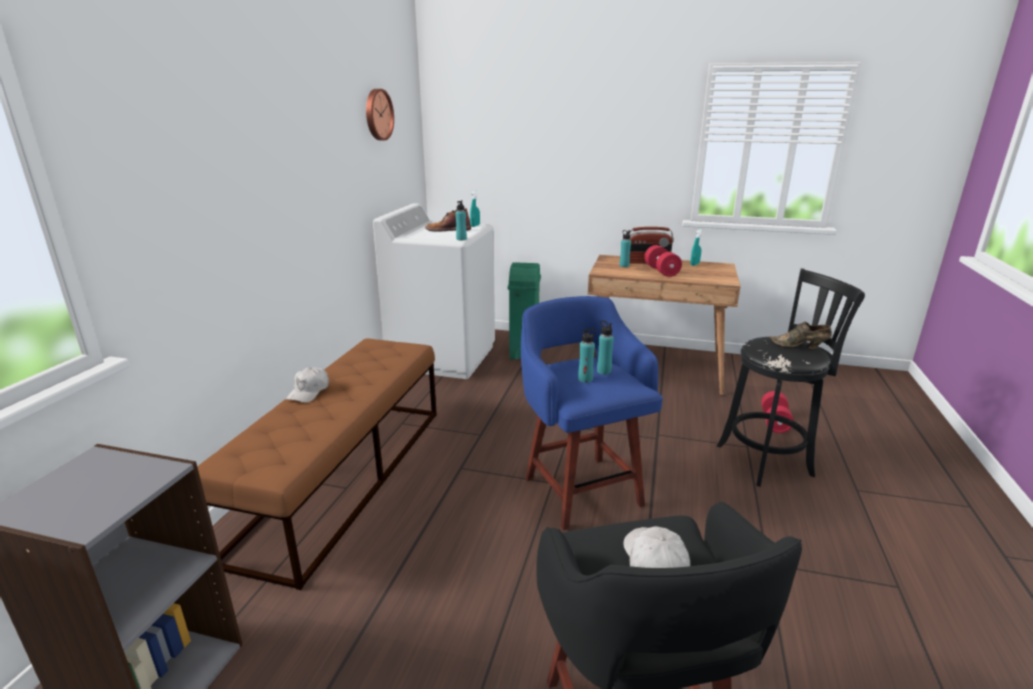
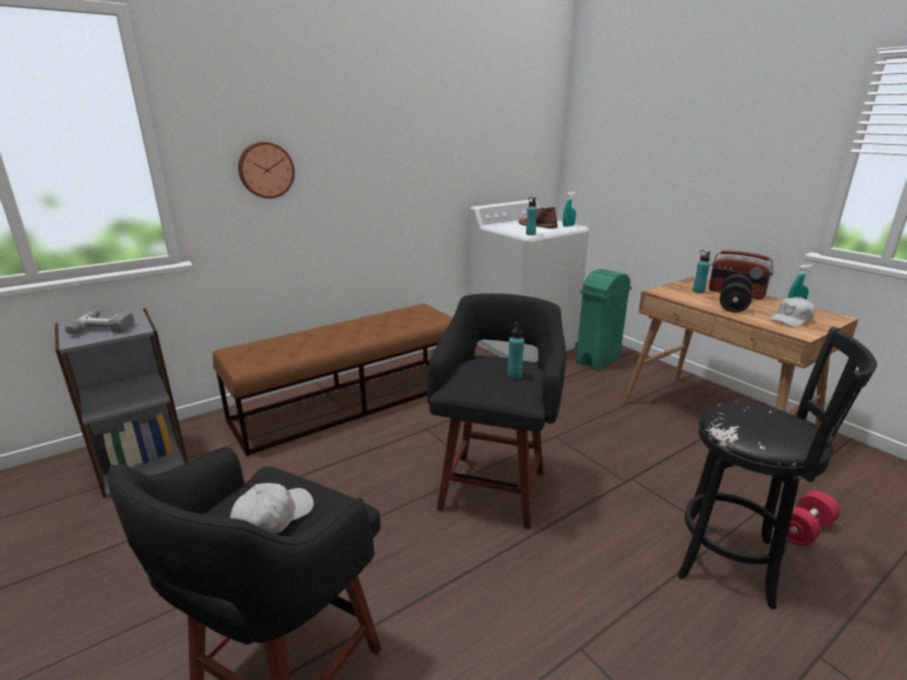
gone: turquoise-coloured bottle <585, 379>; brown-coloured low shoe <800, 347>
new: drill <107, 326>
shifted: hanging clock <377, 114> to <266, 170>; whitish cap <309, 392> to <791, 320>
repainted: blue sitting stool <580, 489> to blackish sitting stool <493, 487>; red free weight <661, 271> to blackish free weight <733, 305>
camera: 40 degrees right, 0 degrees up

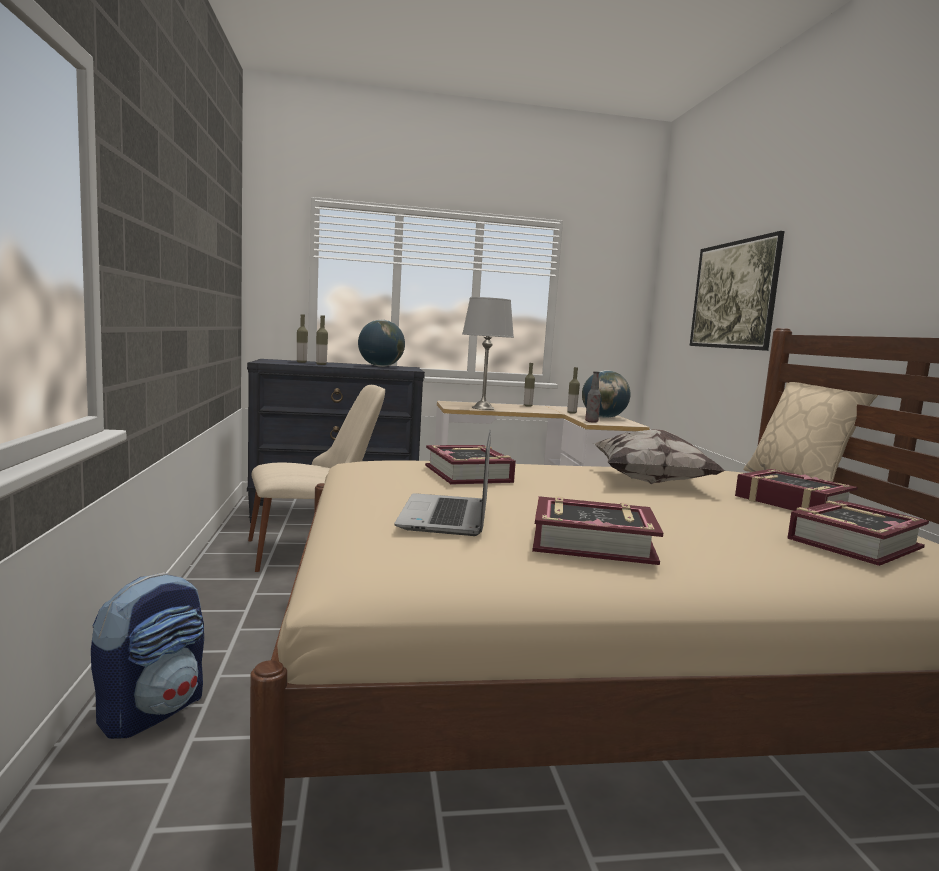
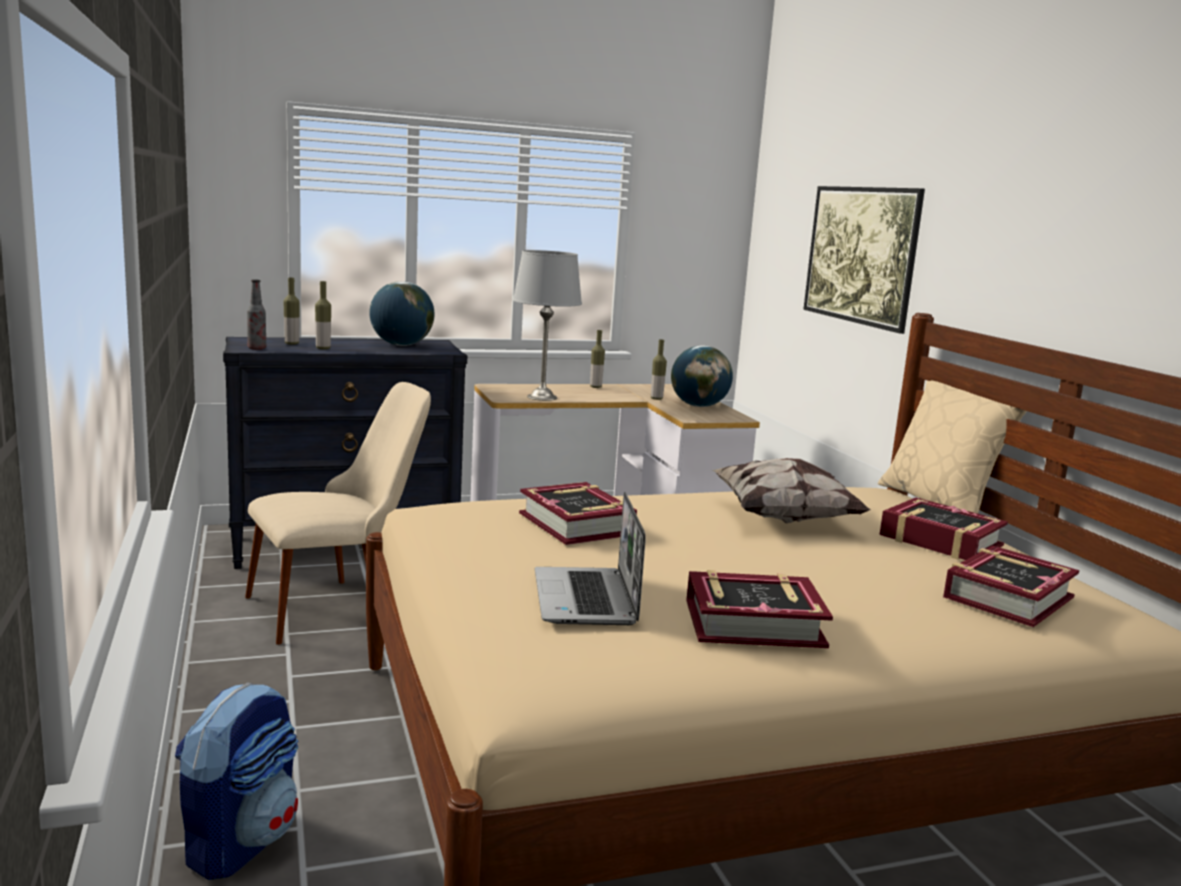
shifted: bottle <591, 421> to <257, 348>
camera: 10 degrees left, 5 degrees up

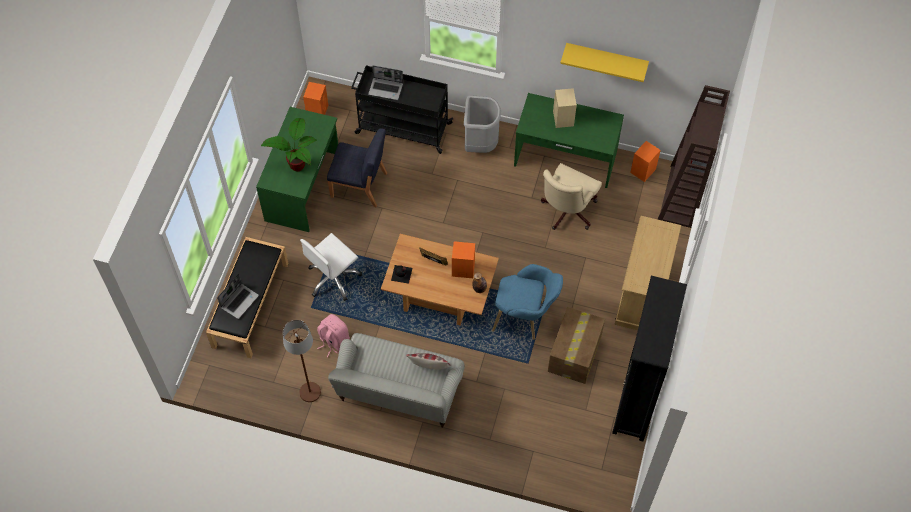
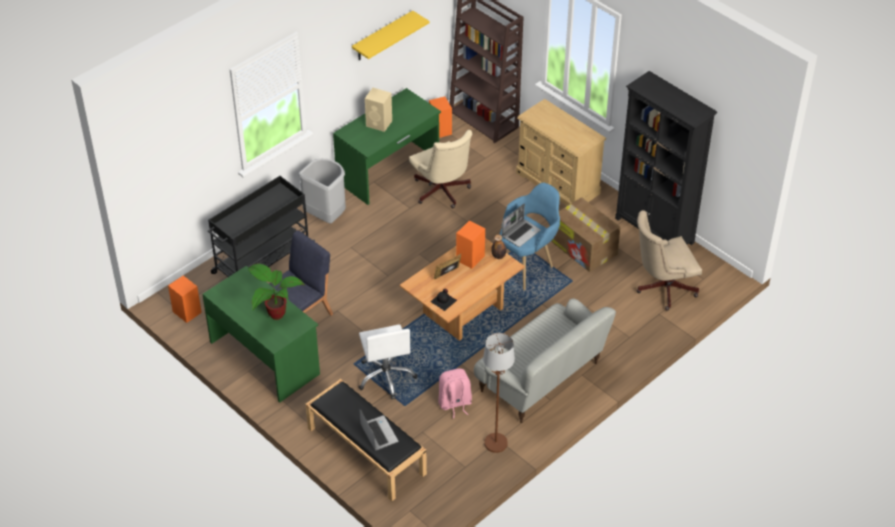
gone: cushion <429, 367>
new: beige-coloured computer chair <662, 288>
shifted: portable computer <386, 89> to <521, 233>
camera: 60 degrees left, 15 degrees down

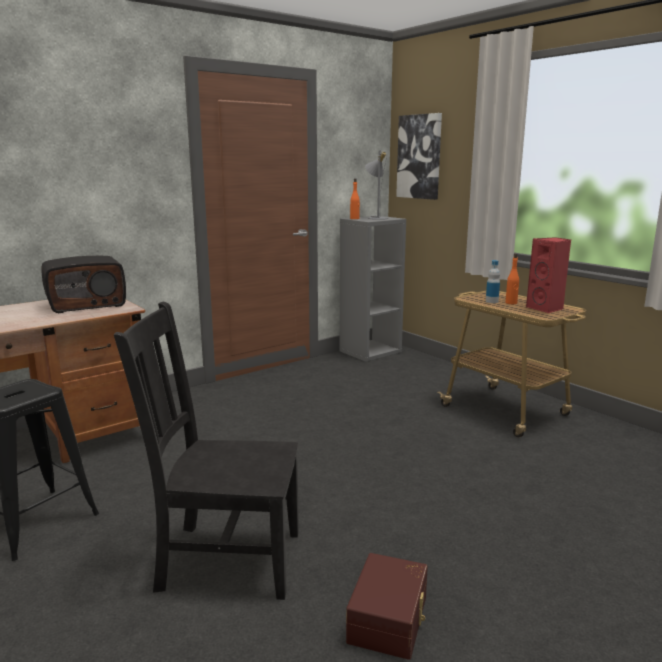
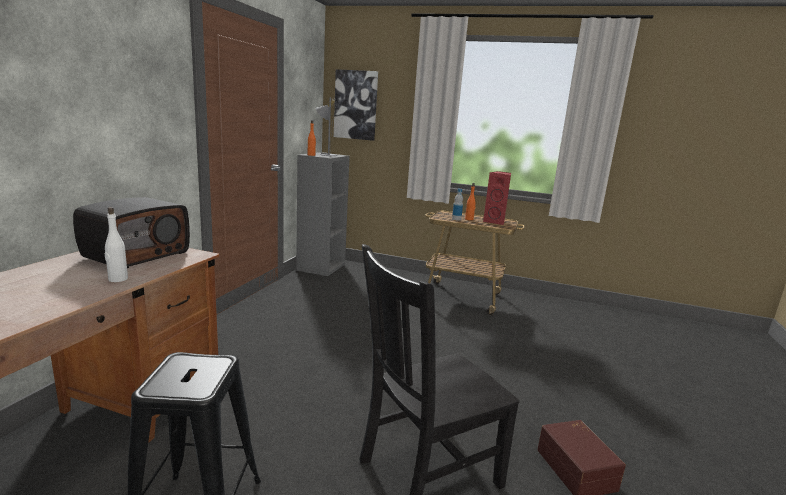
new: whitish bottle <117, 279>
camera: 35 degrees left, 0 degrees up

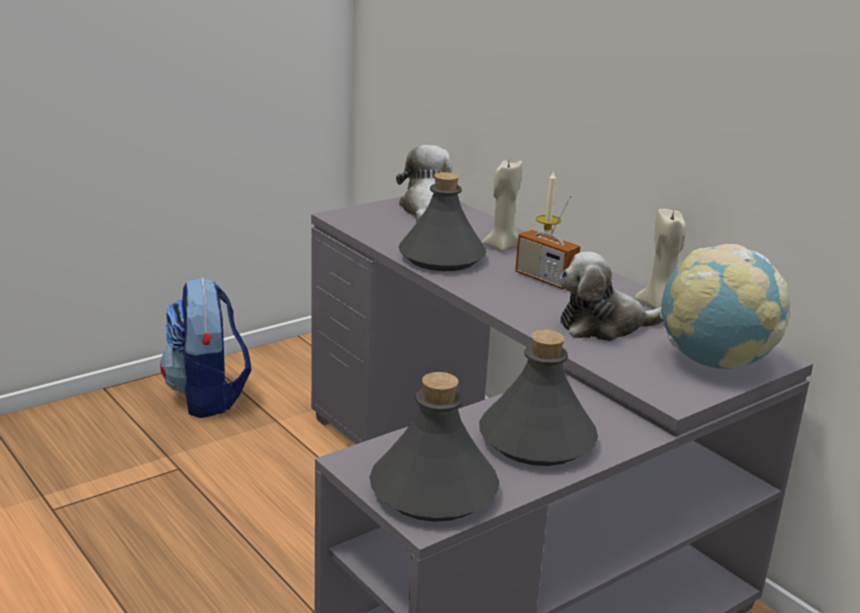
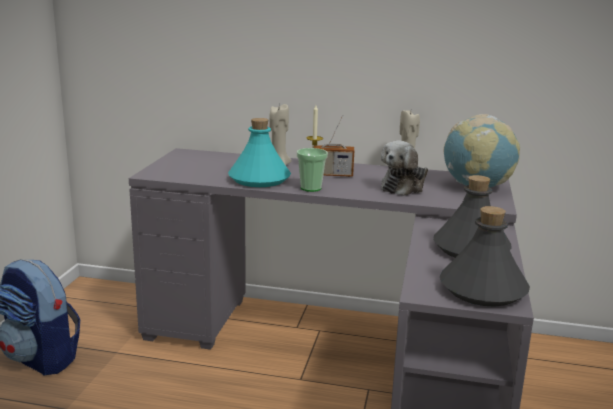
gone: cuddly toy <425, 209>
new: drinking cup <311, 188>
repainted: gray bottle <442, 258> to turquoise-coloured bottle <259, 179>
camera: 40 degrees left, 5 degrees down

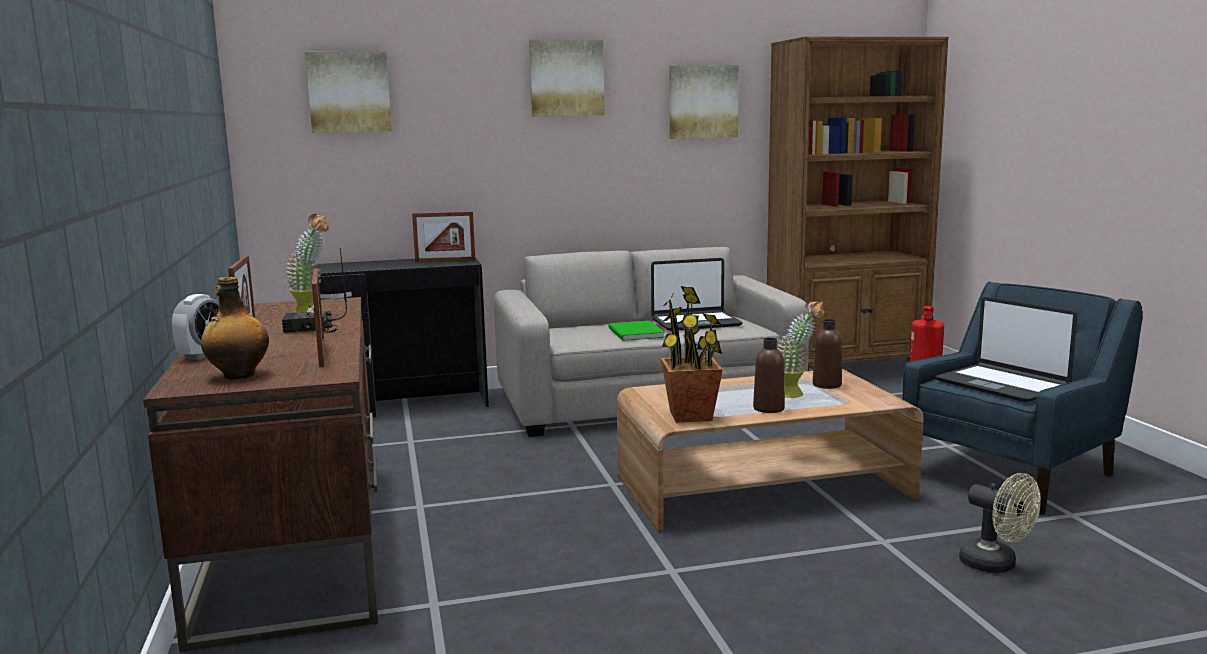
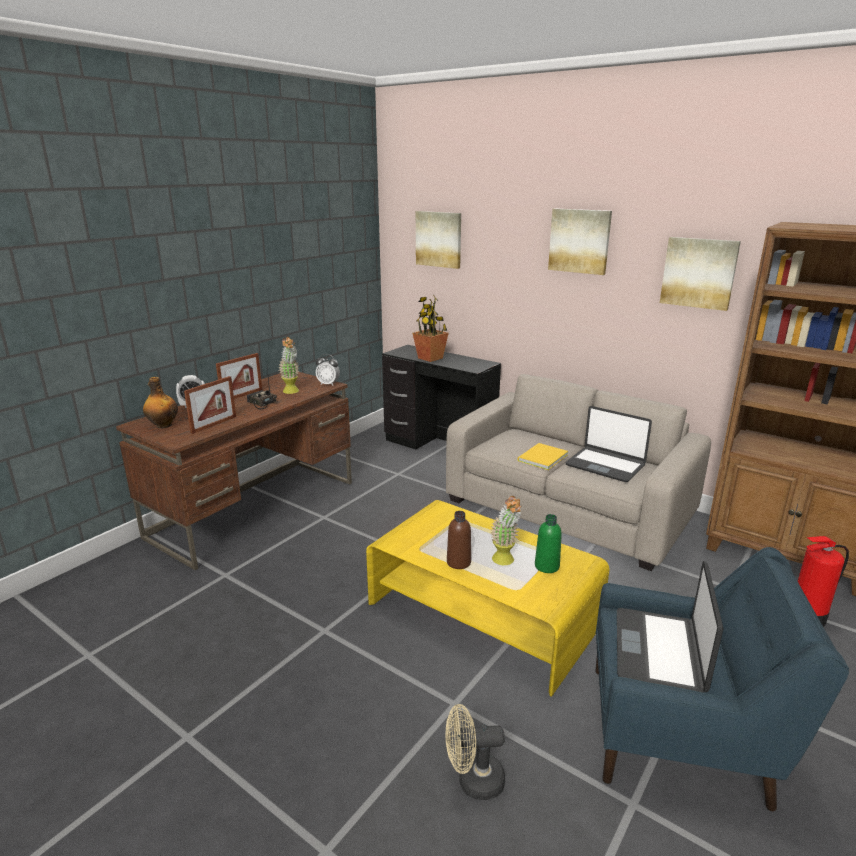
gone: picture frame <445, 261>
new: alarm clock <328, 384>
shifted: houseplant <691, 416> to <430, 358>
repainted: brown-coloured lounge table <762, 487> to yellow-coloured lounge table <482, 614>; green-coloured volume <635, 333> to yellow-coloured volume <541, 458>; brown-coloured bottle <827, 385> to green-coloured bottle <547, 566>
rotated: beige-coloured electric fan <996, 565> = <473, 781> 75 degrees clockwise
camera: 50 degrees right, 10 degrees up

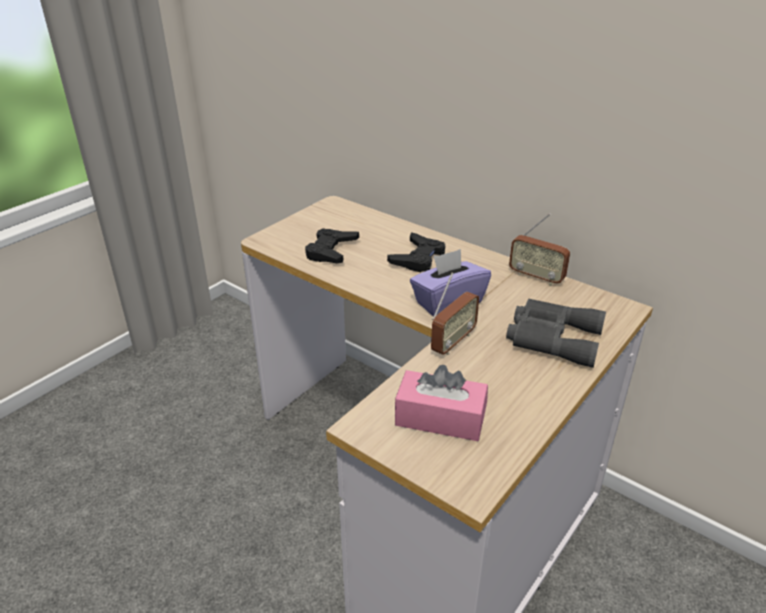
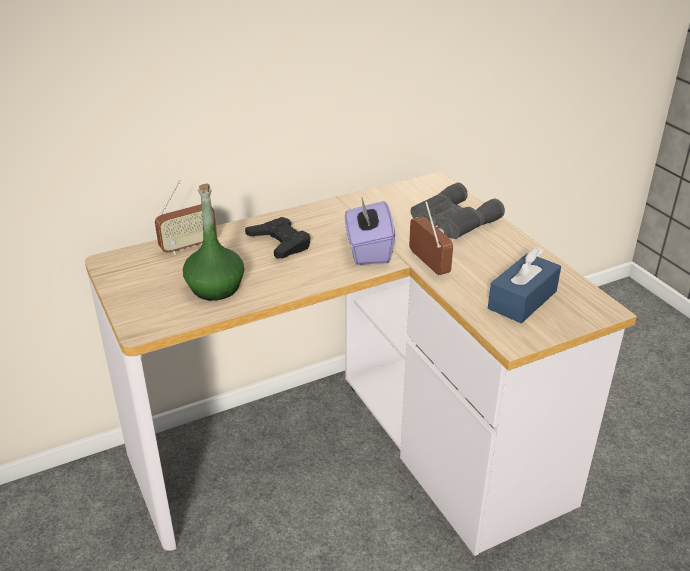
shifted: radio receiver <536, 277> to <188, 246>
swapped: blackish game controller <331, 251> to green-coloured bottle <215, 288>
repainted: pink tissue box <440, 418> to blue tissue box <522, 300>
camera: 65 degrees left, 0 degrees up

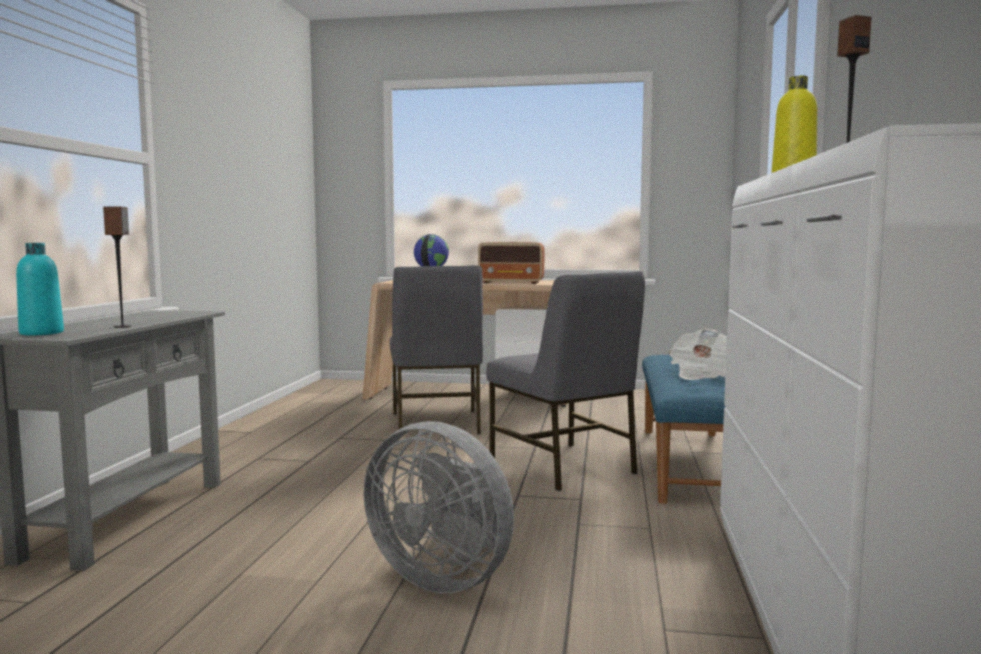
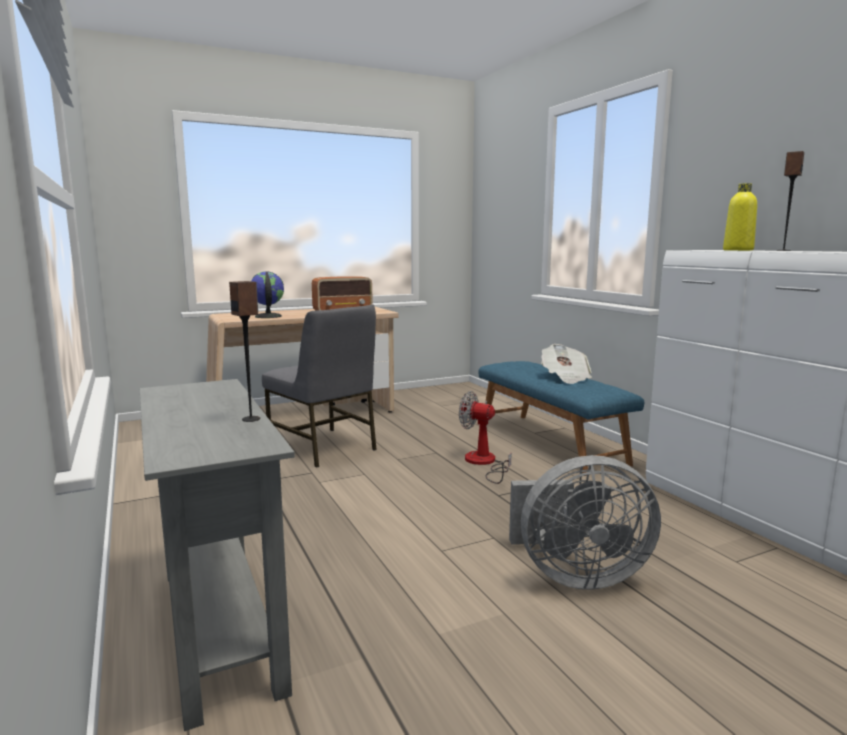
gone: turquoise-coloured bottle <41, 333>
swapped: gray chair <564, 466> to electric fan <484, 463>
camera: 35 degrees left, 5 degrees up

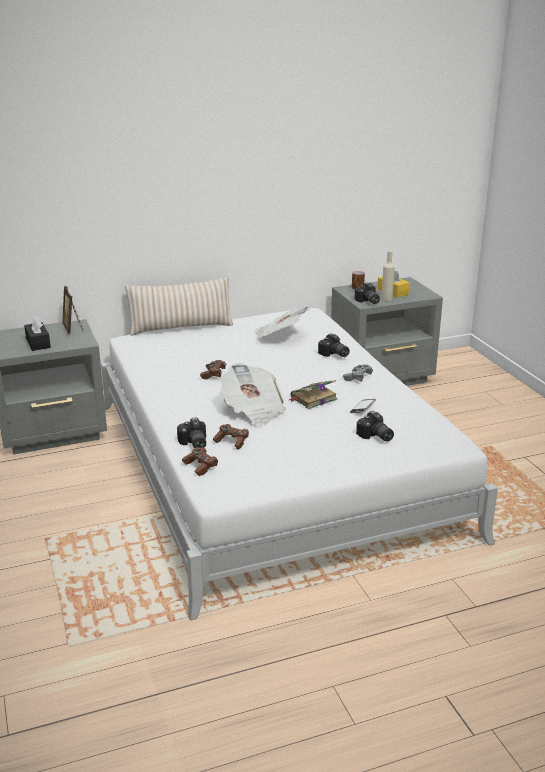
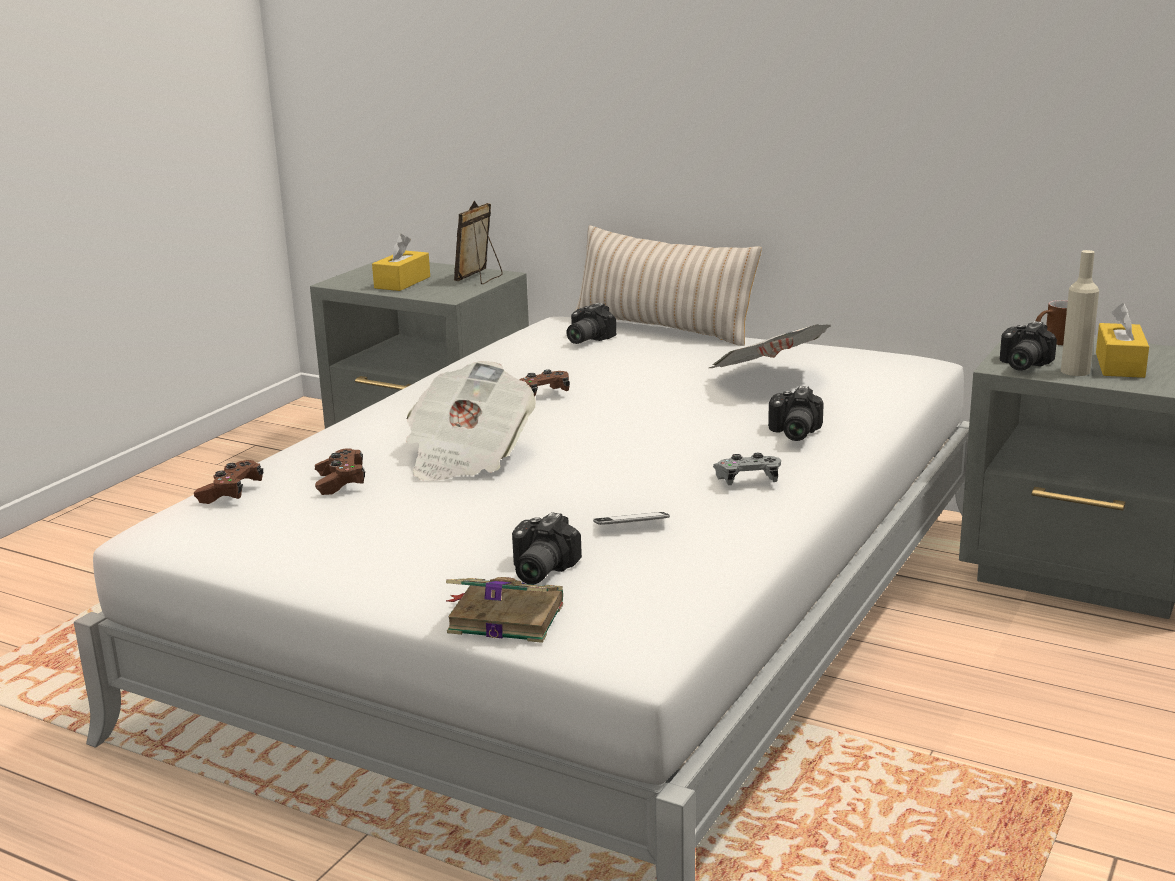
shifted: volume <312, 399> to <503, 617>; still camera <193, 444> to <585, 339>
repainted: blackish tissue box <38, 343> to yellow-coloured tissue box <402, 282>
camera: 50 degrees right, 5 degrees down

